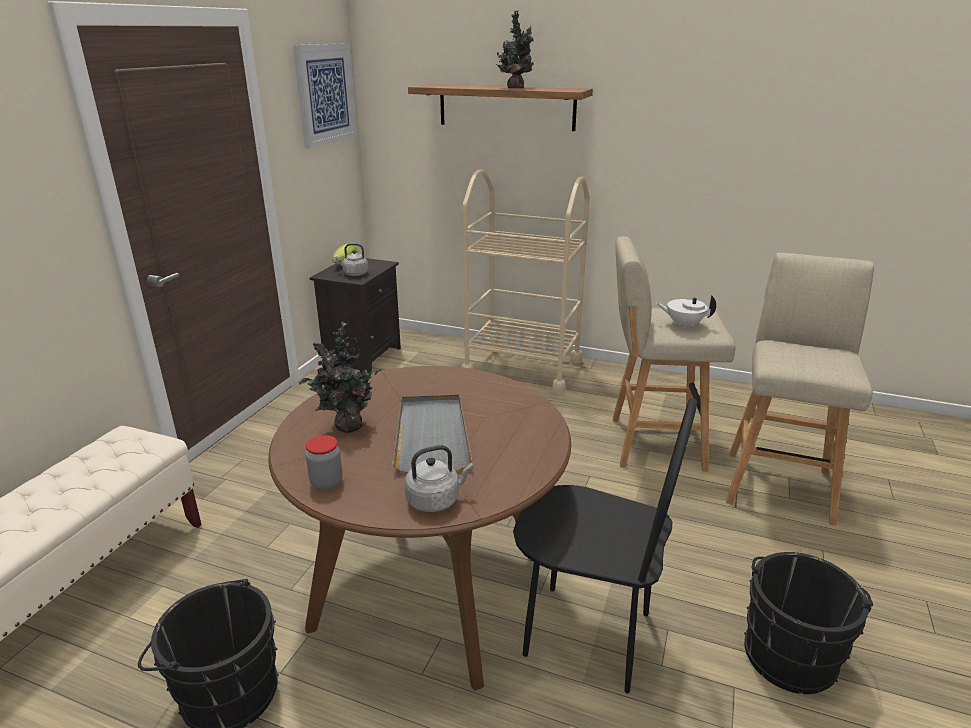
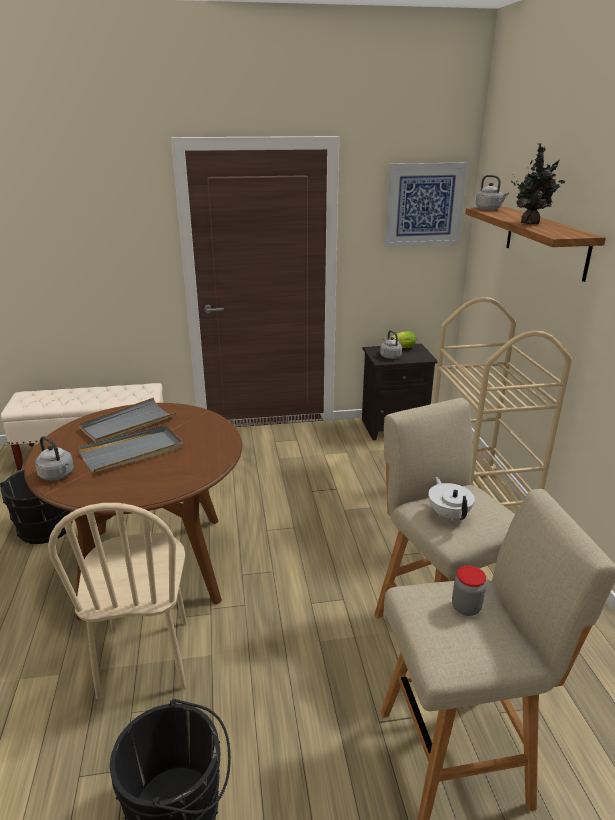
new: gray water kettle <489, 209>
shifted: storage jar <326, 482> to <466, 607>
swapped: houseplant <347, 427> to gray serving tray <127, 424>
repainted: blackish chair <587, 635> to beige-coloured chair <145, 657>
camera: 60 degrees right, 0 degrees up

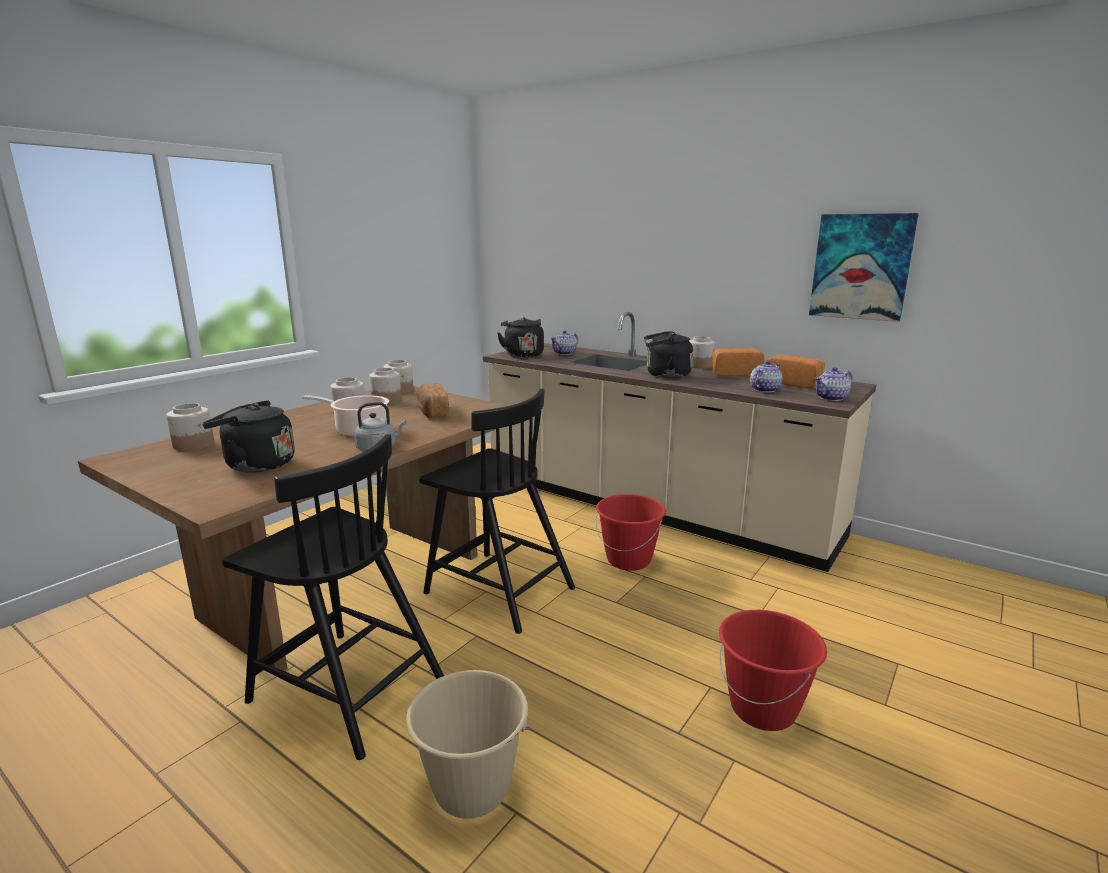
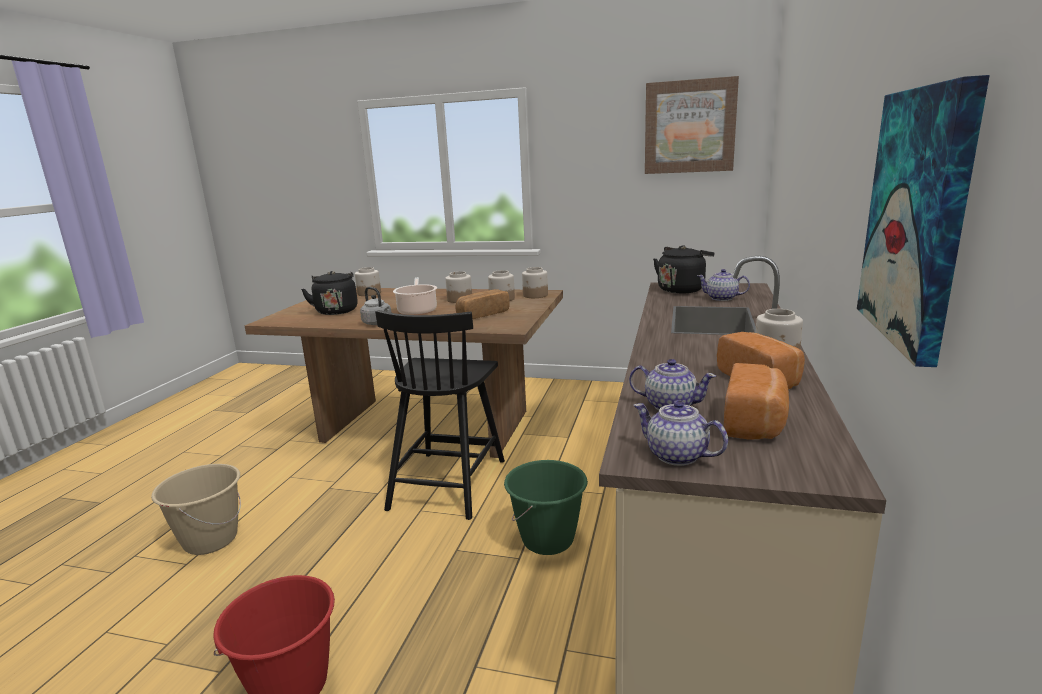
gone: blackish chair <345, 689>; blackish water kettle <665, 375>
new: wall picture <689, 127>
repainted: red pail <629, 560> to green-coloured pail <548, 540>
camera: 70 degrees right, 0 degrees up

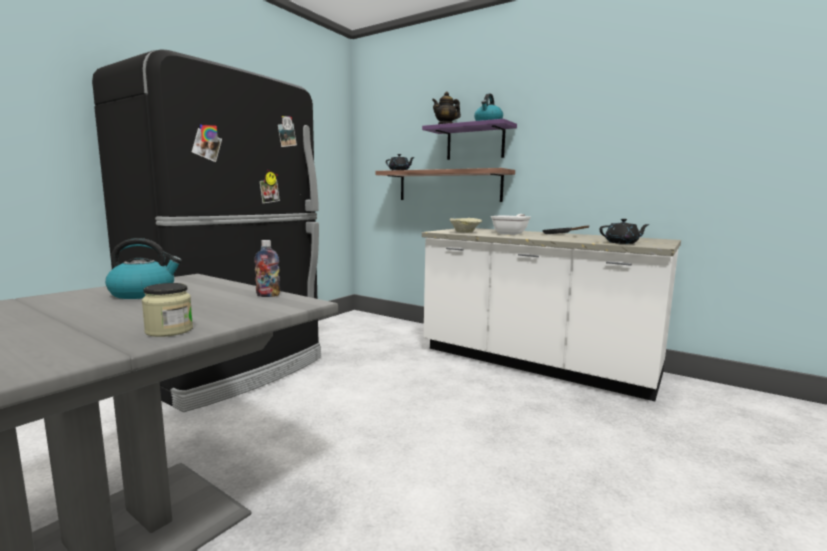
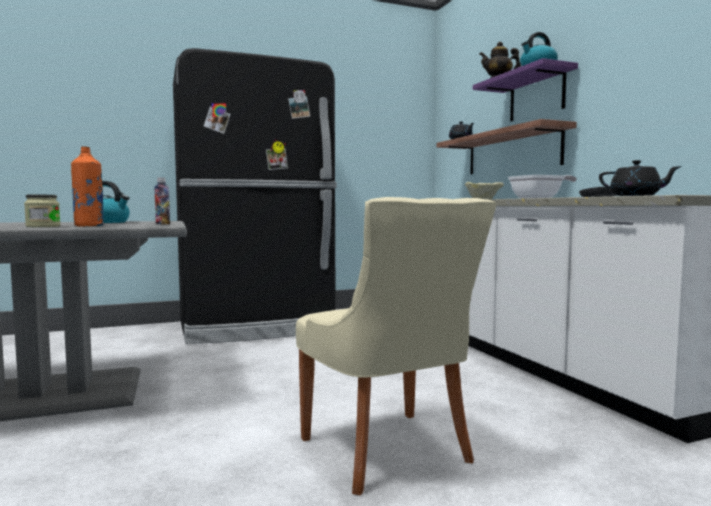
new: orange-coloured bottle <89, 226>; beige-coloured chair <389, 452>
camera: 35 degrees right, 5 degrees down

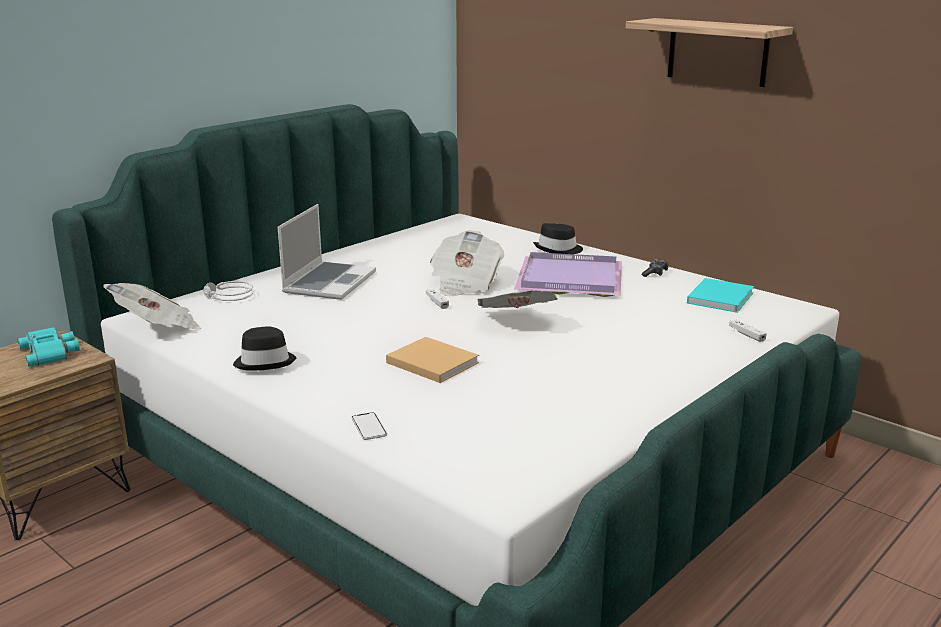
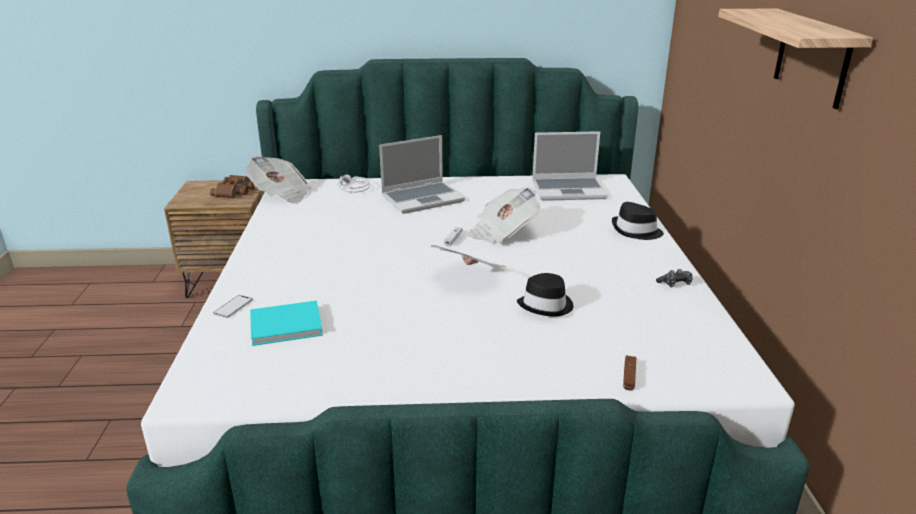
gone: beige-coloured volume <430, 362>; purple serving tray <571, 280>
new: portable computer <569, 190>
shifted: turquoise-coloured volume <721, 297> to <288, 325>; blackish clothing hat <265, 362> to <546, 305>
repainted: turquoise-coloured field glasses <51, 352> to brown-coloured field glasses <235, 191>; whitish game controller <746, 335> to brown-coloured game controller <629, 377>
camera: 45 degrees right, 5 degrees up

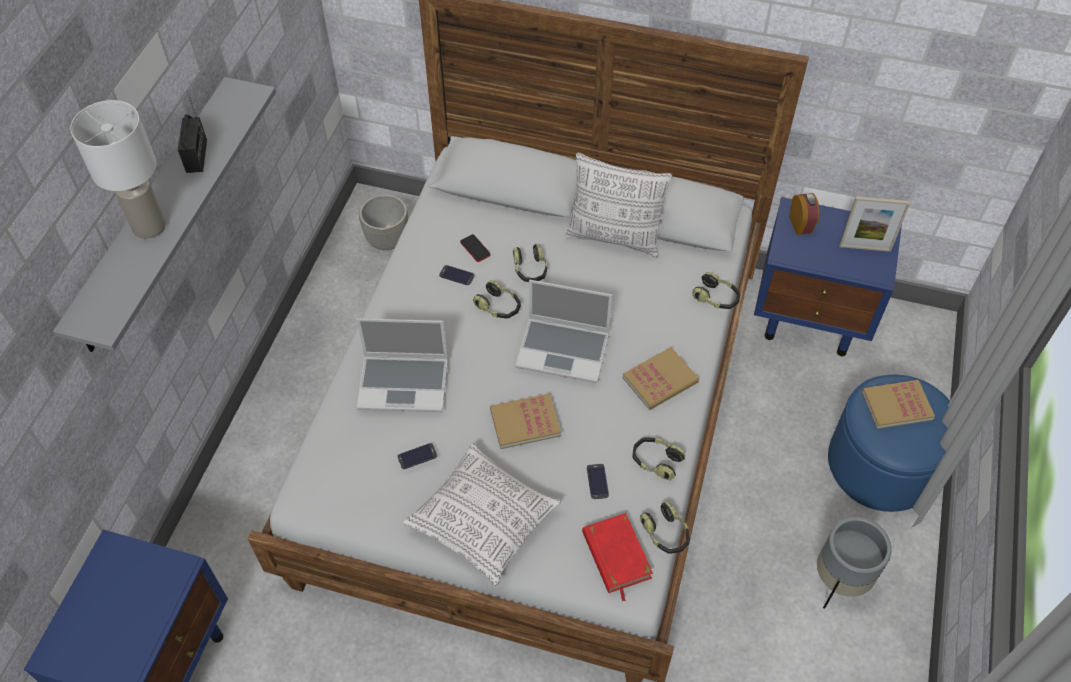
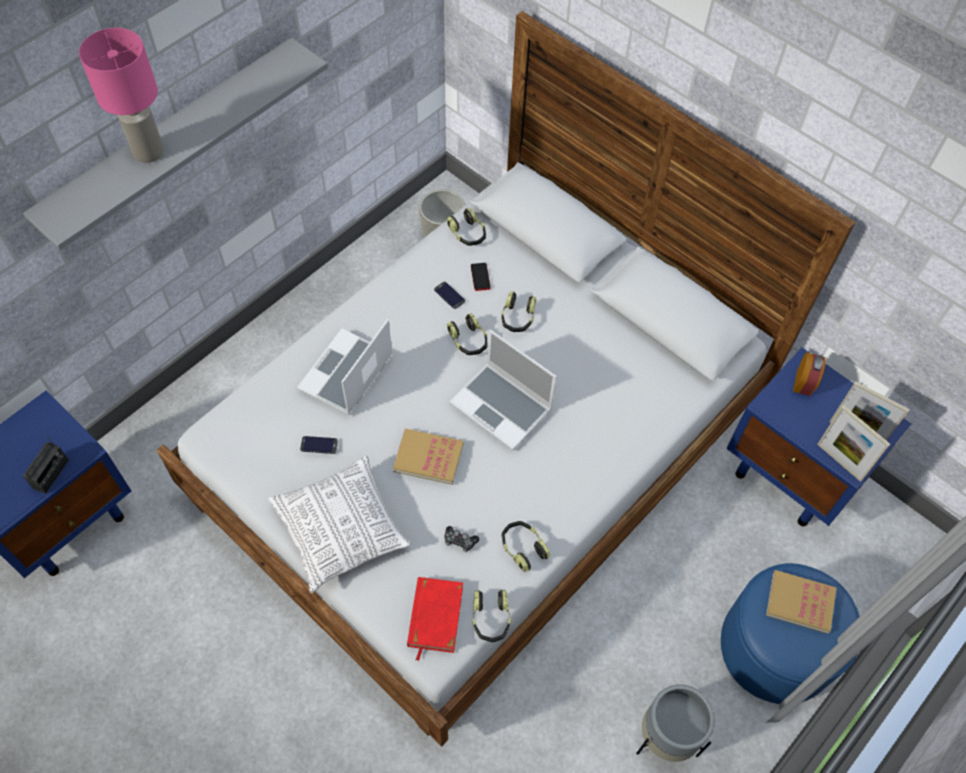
gone: cushion <614, 237>; volume <660, 380>
new: picture frame <839, 461>
shifted: radio receiver <197, 156> to <51, 474>; pair of headphones <716, 298> to <467, 233>
swapped: phone <597, 481> to game controller <459, 541>
repainted: whitish lamp for a table <148, 227> to pink lamp for a table <147, 151>
rotated: portable computer <405, 383> = <346, 375> 90 degrees clockwise
camera: 25 degrees right, 5 degrees up

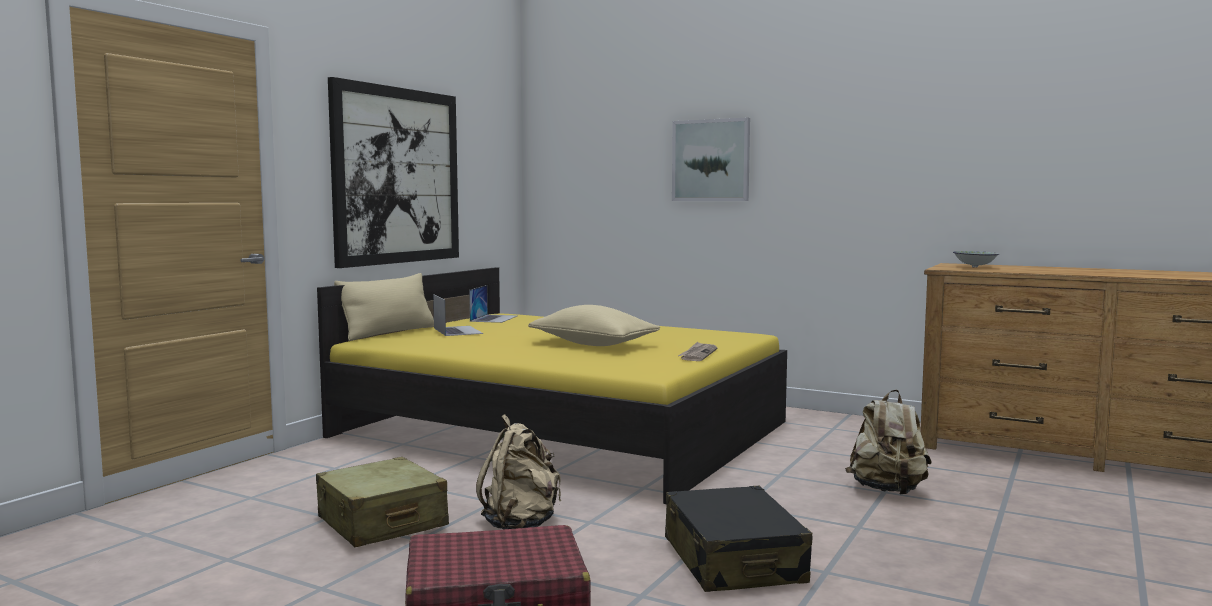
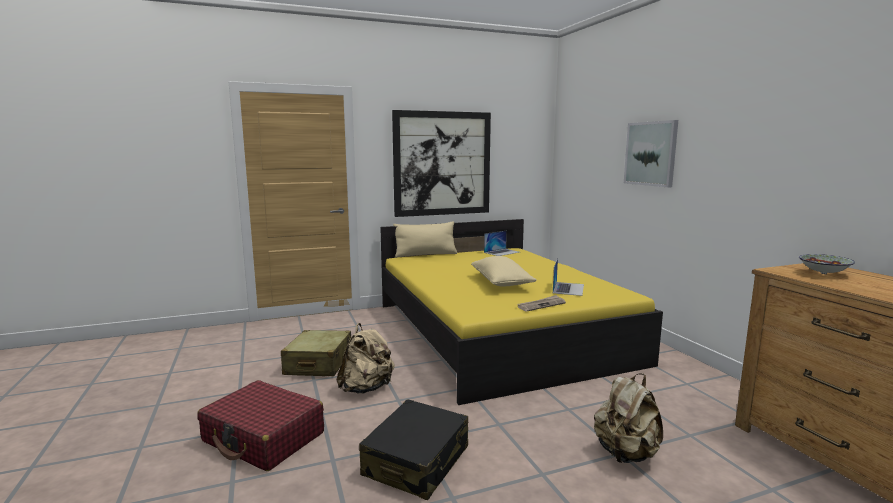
shifted: portable computer <457, 331> to <568, 288>
camera: 40 degrees right, 5 degrees up

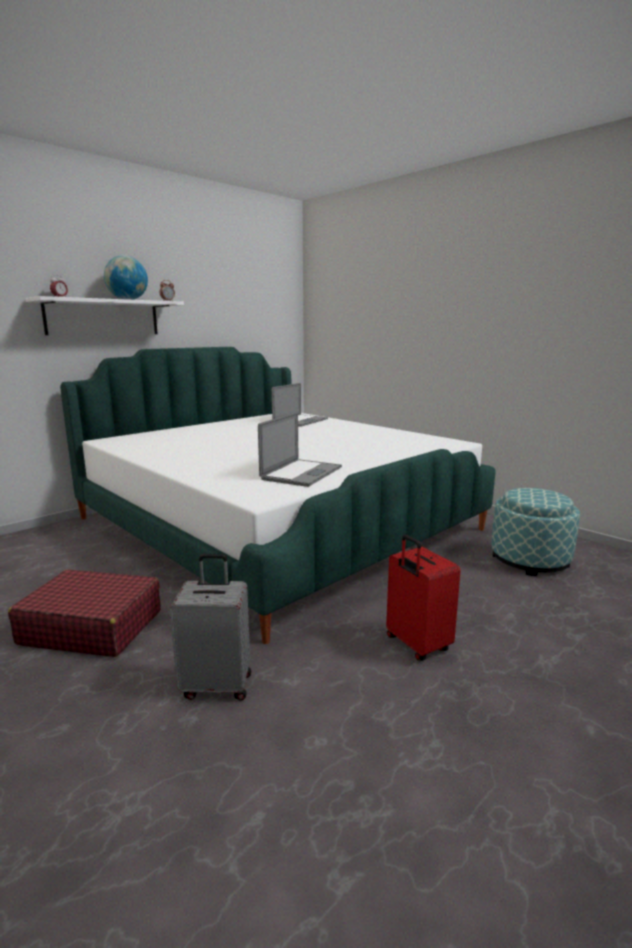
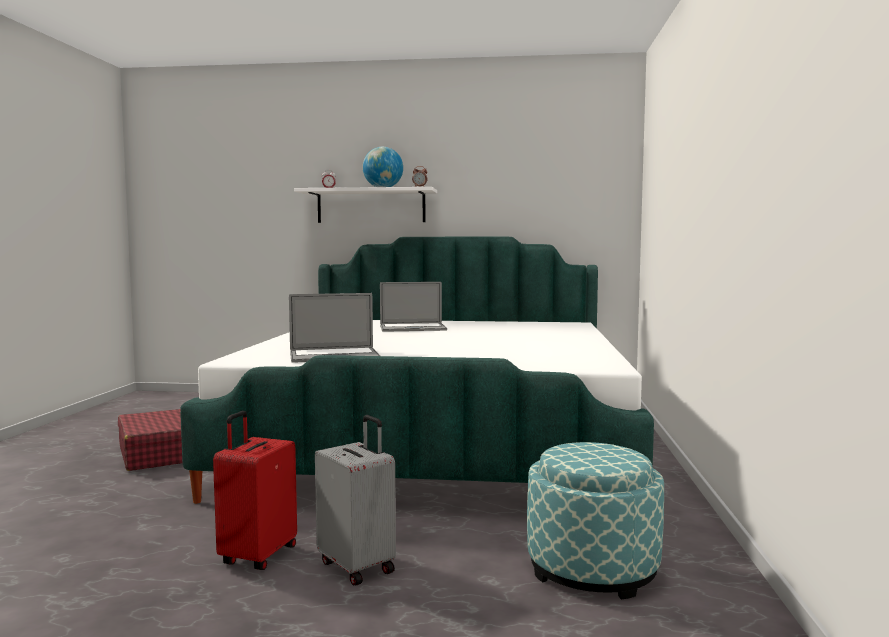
shifted: gray travel case <217, 685> to <358, 566>; portable computer <300, 421> to <412, 328>
camera: 50 degrees right, 10 degrees down

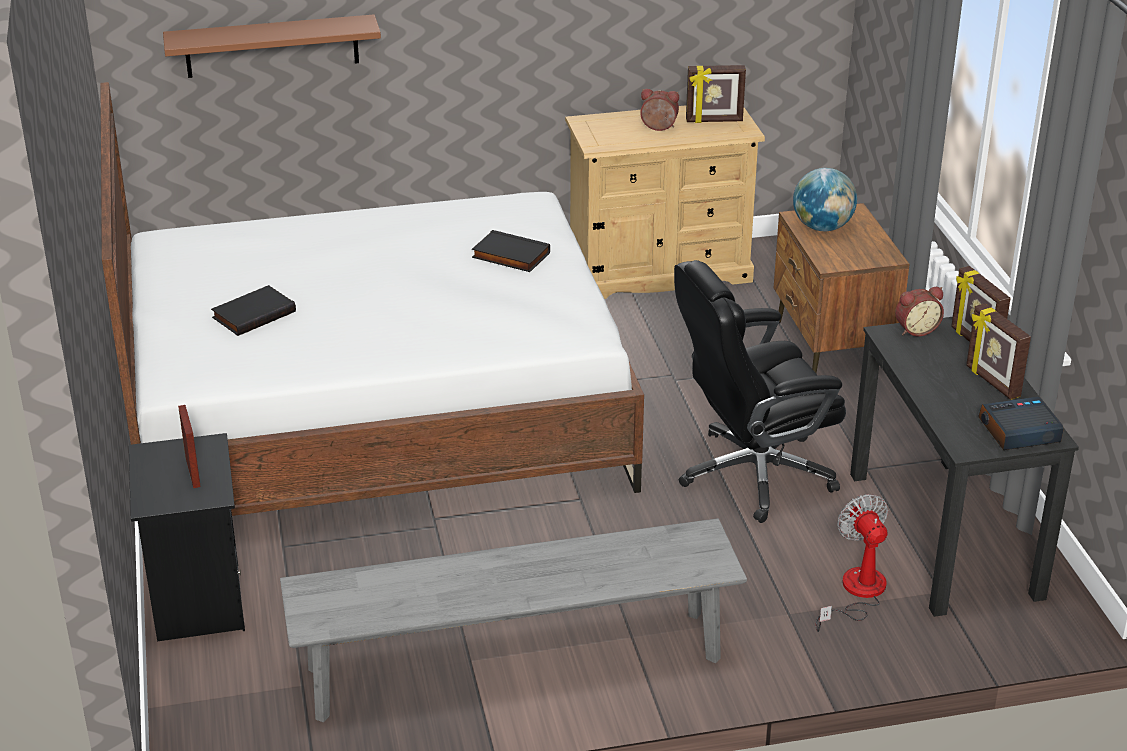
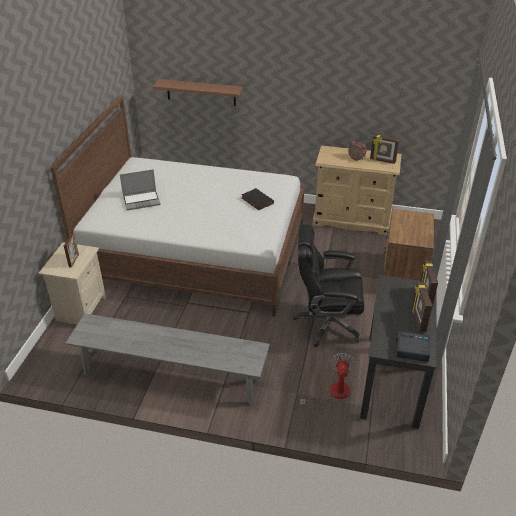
gone: desk globe <822, 227>; alarm clock <915, 329>
swapped: blackish volume <253, 314> to portable computer <142, 201>
repainted: blackish bedside table <196, 601> to beige-coloured bedside table <80, 309>
camera: 25 degrees right, 5 degrees up

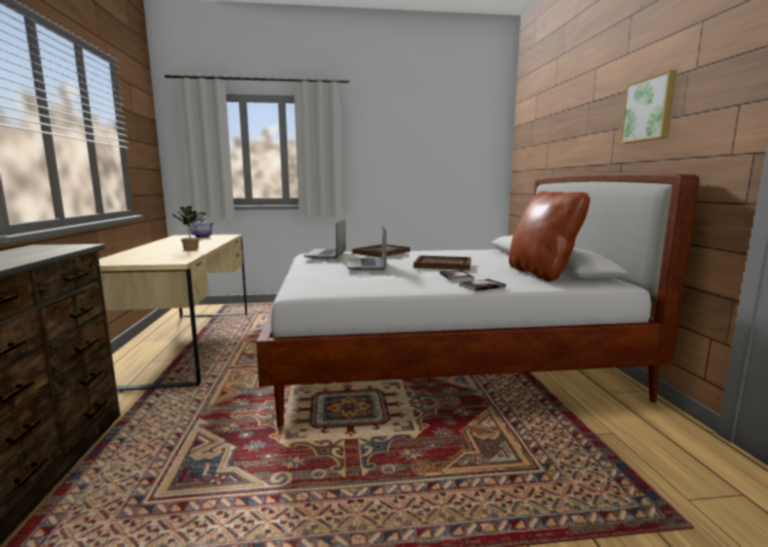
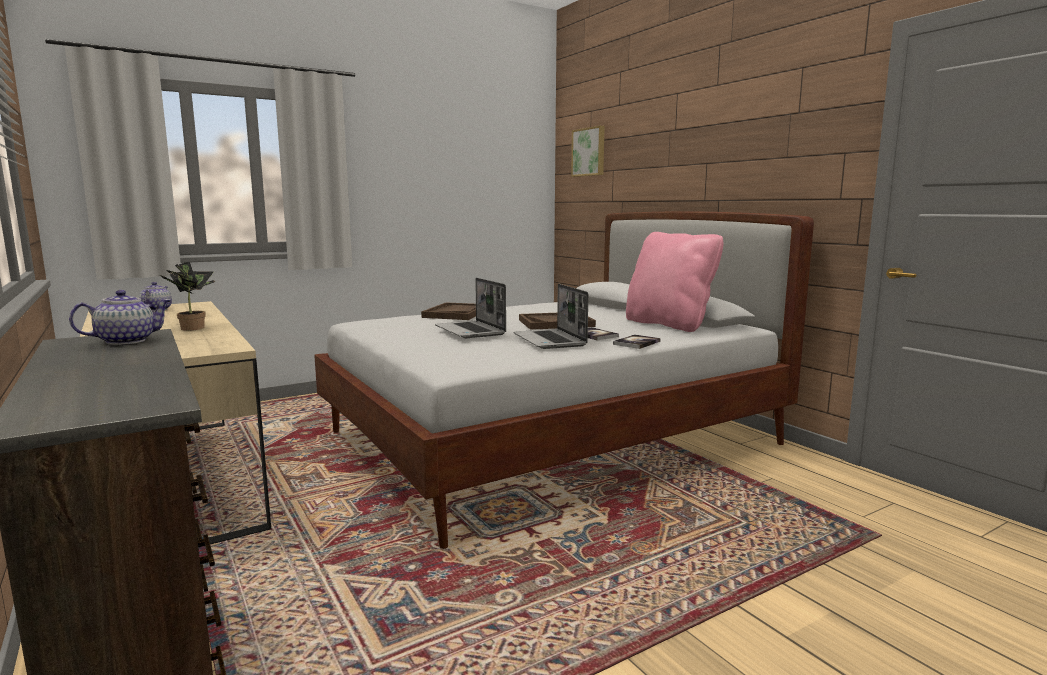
new: tea pot <127, 341>
shifted: portable computer <326, 254> to <550, 341>; wall picture <649, 109> to <589, 152>
repainted: brown-coloured cushion <541, 274> to pink cushion <669, 324>
camera: 25 degrees left, 0 degrees up

